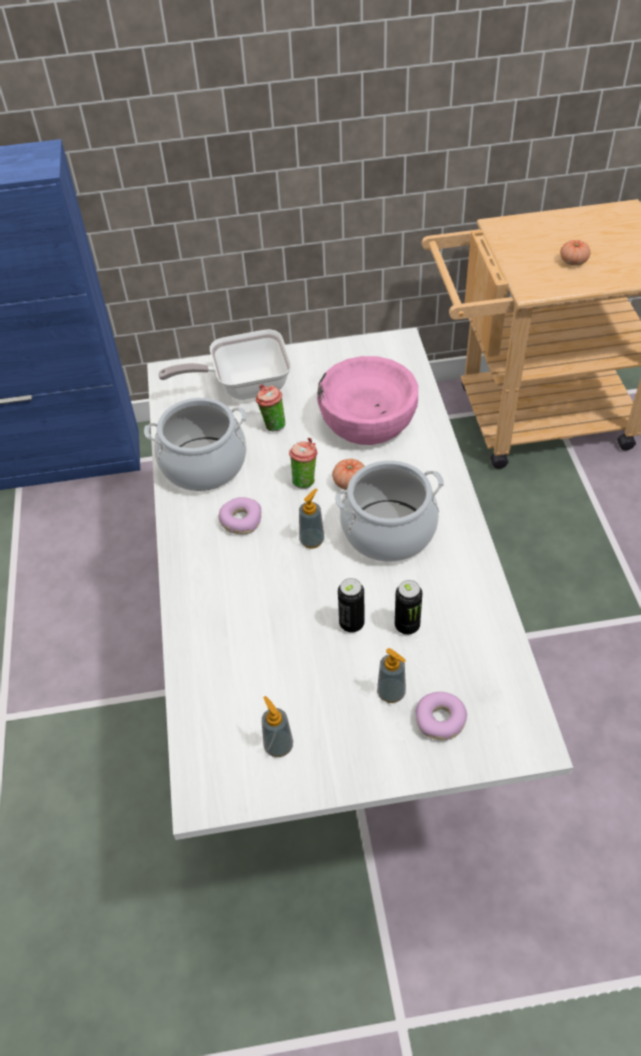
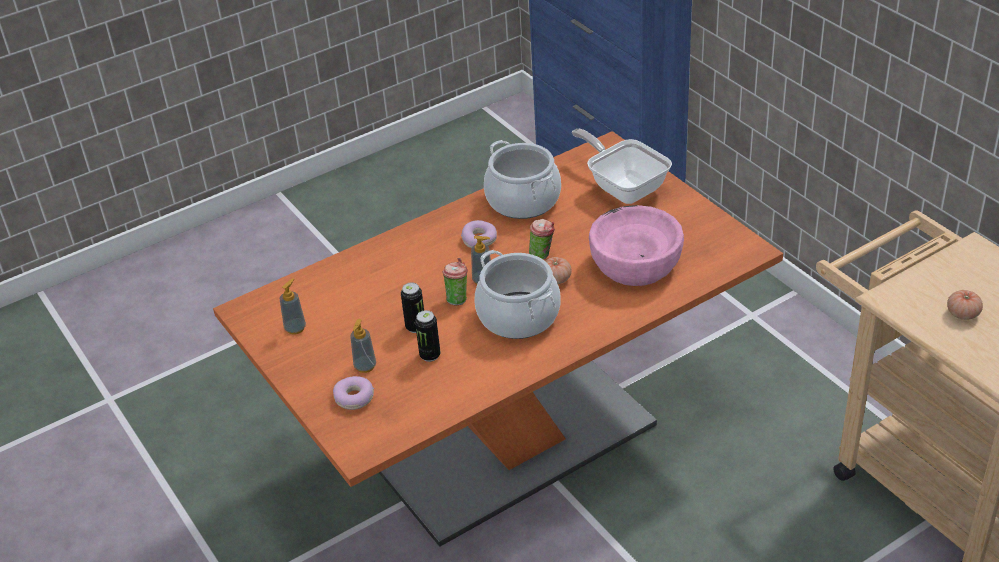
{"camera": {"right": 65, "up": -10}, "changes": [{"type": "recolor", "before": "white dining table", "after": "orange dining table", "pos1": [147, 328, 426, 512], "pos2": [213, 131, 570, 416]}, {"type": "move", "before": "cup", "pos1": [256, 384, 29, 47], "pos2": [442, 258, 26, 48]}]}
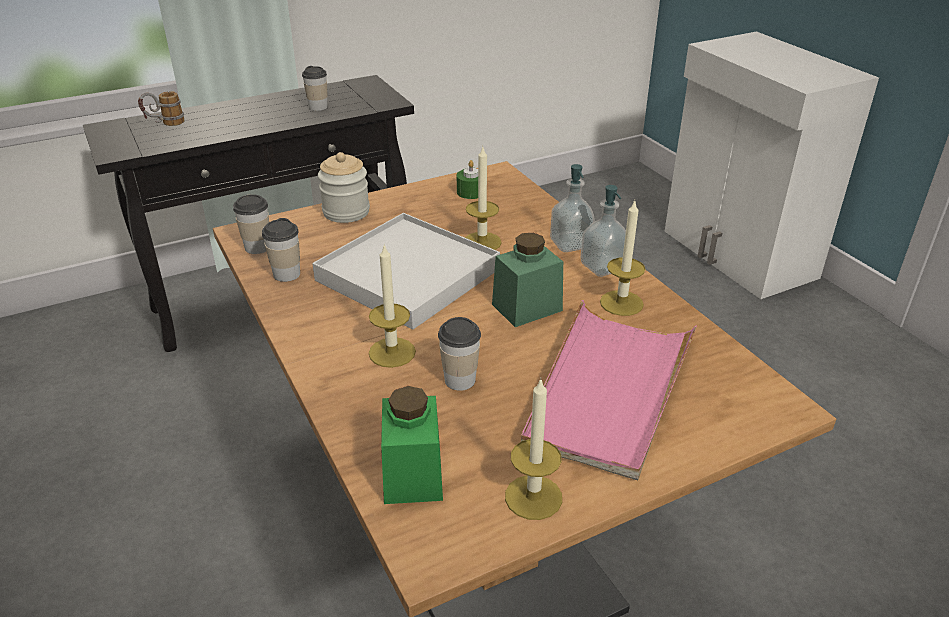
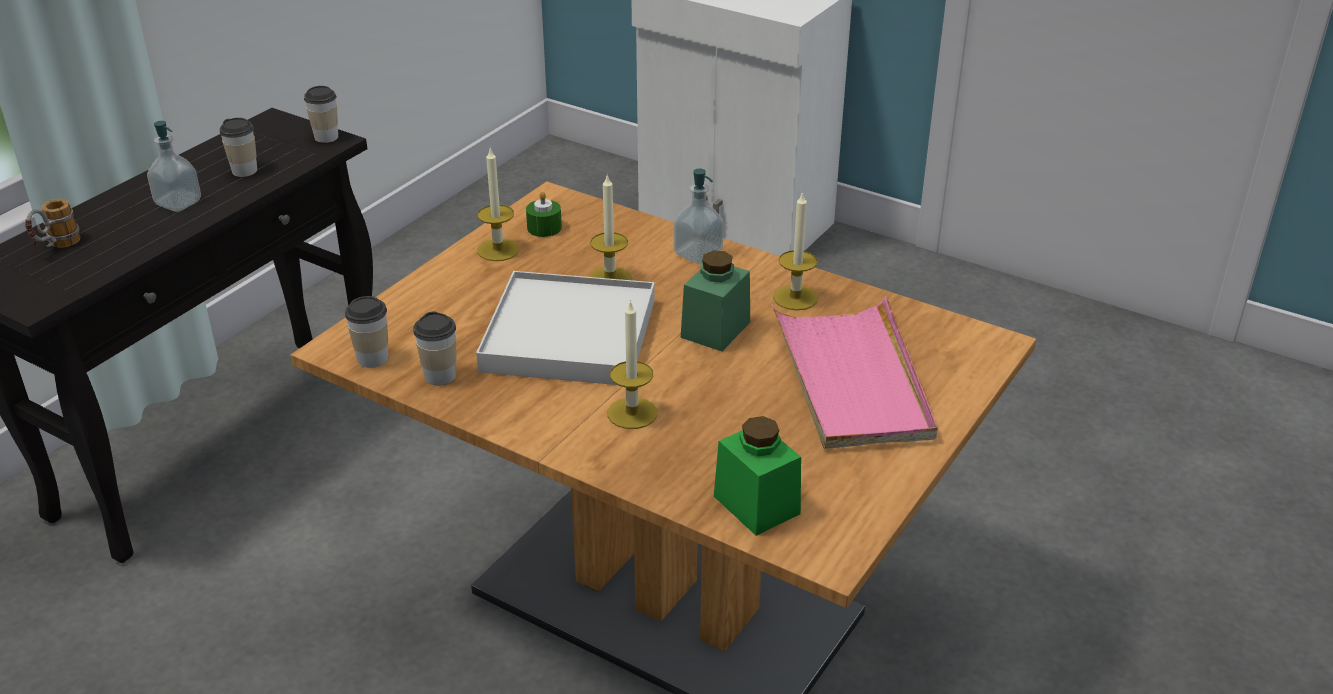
{"camera": {"right": -30, "up": 0}, "changes": [{"type": "delete", "before": "jar", "pos1": [318, 152, 52, 71]}, {"type": "move", "before": "cup", "pos1": [438, 317, 43, 74], "pos2": [304, 86, 34, 57]}, {"type": "move", "before": "candle", "pos1": [505, 377, 57, 143], "pos2": [477, 148, 43, 113]}, {"type": "move", "before": "soap dispenser", "pos1": [581, 185, 45, 92], "pos2": [147, 121, 54, 91]}]}
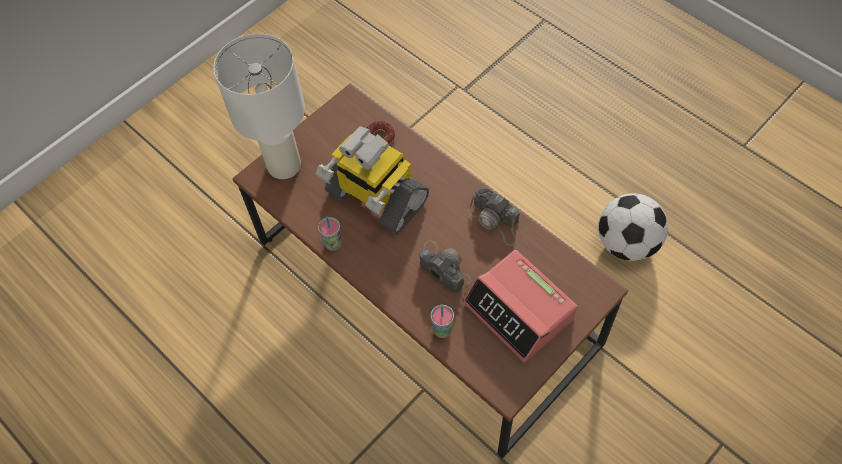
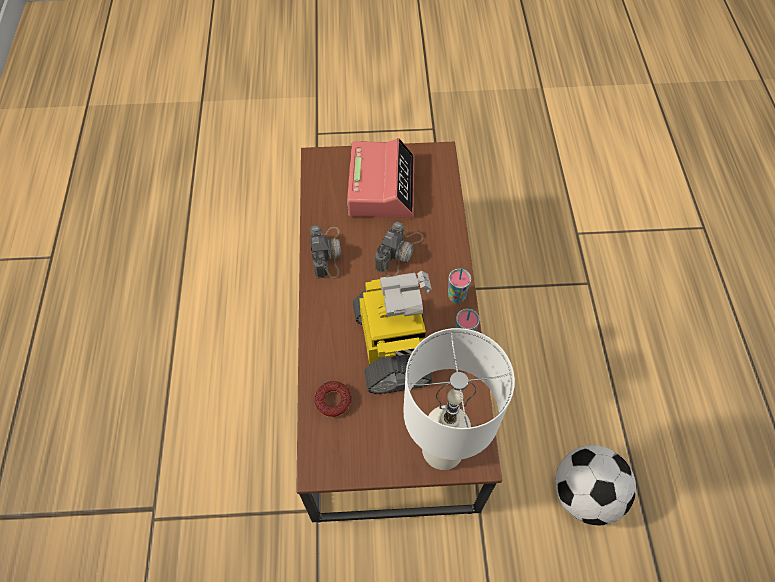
{"camera": {"right": -140, "up": 0}, "changes": [{"type": "rotate", "before": "photo camera", "pos1": [419, 240, 52, 53], "pos2": [375, 222, 49, 55], "turn": -150}, {"type": "move", "before": "cup", "pos1": [431, 305, 23, 33], "pos2": [448, 268, 23, 35]}, {"type": "move", "before": "football", "pos1": [598, 193, 70, 68], "pos2": [555, 445, 81, 81]}]}
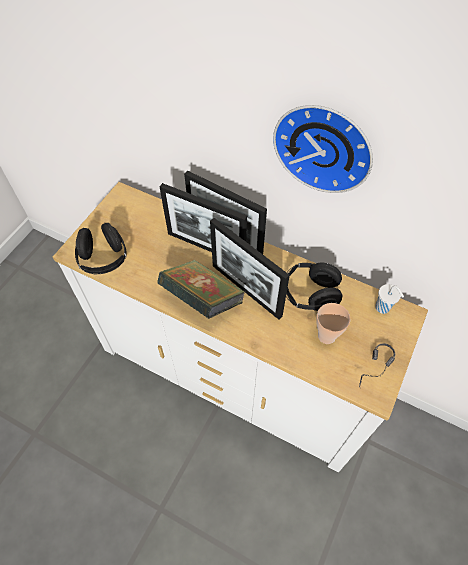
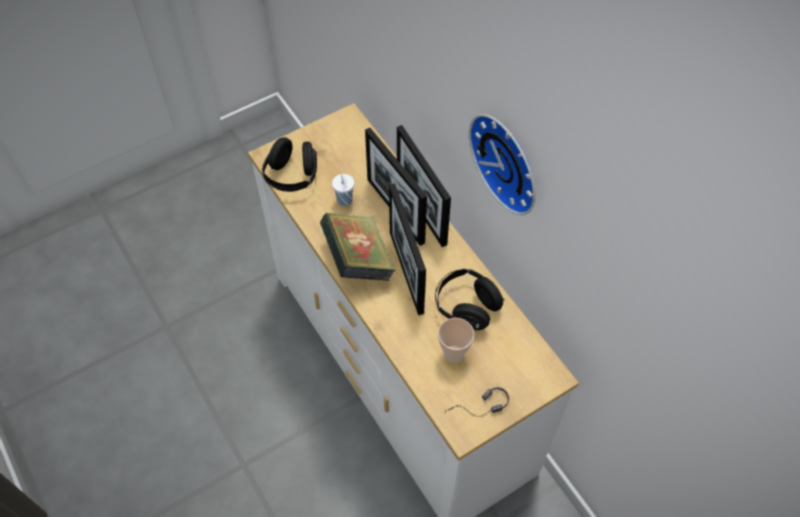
{"camera": {"right": 30, "up": 0}, "changes": [{"type": "move", "before": "white cup", "pos1": [375, 284, 29, 30], "pos2": [332, 174, 22, 32]}]}
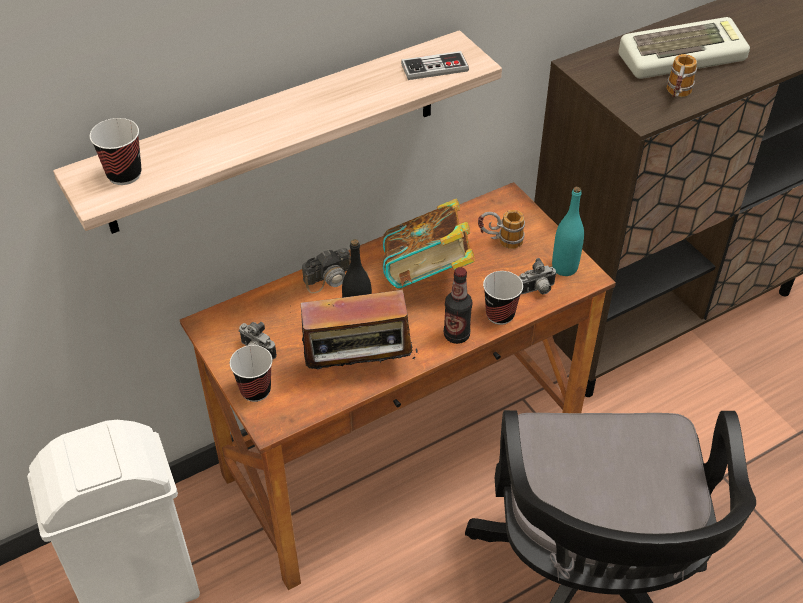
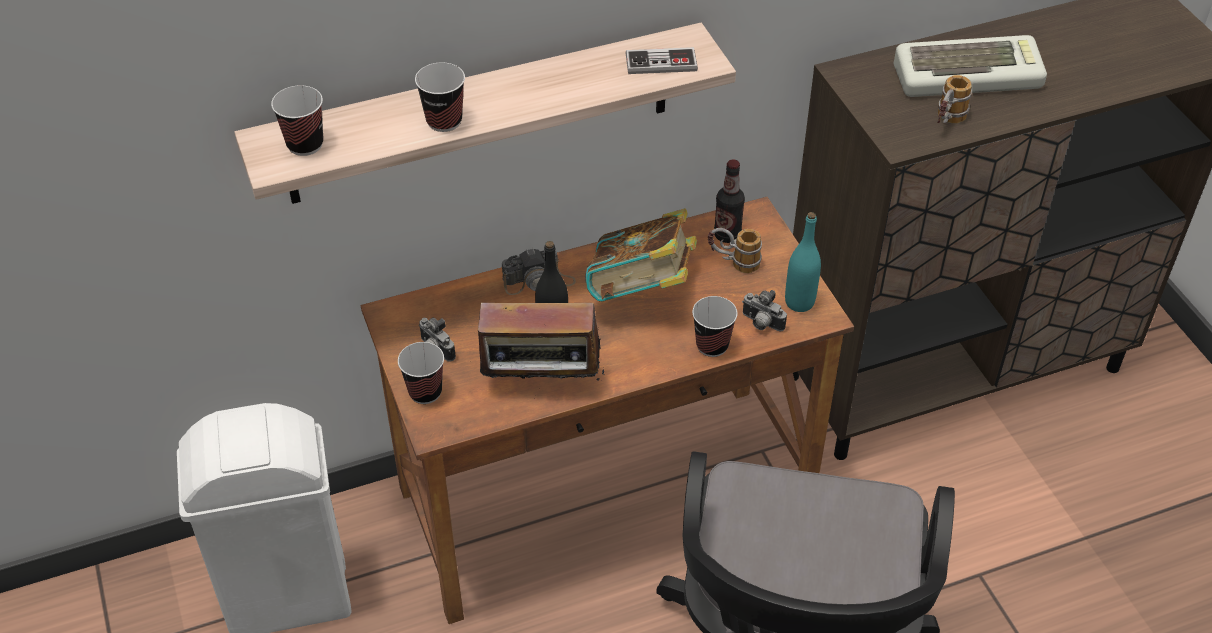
{"camera": {"right": 10, "up": 0}, "changes": [{"type": "move", "before": "bottle", "pos1": [444, 267, 28, 77], "pos2": [714, 159, 31, 84]}, {"type": "rotate", "before": "photo camera", "pos1": [518, 258, 39, 36], "pos2": [742, 290, 45, 41], "turn": 45}, {"type": "insert", "after": "cup", "pos2": [415, 63, 50, 69]}]}
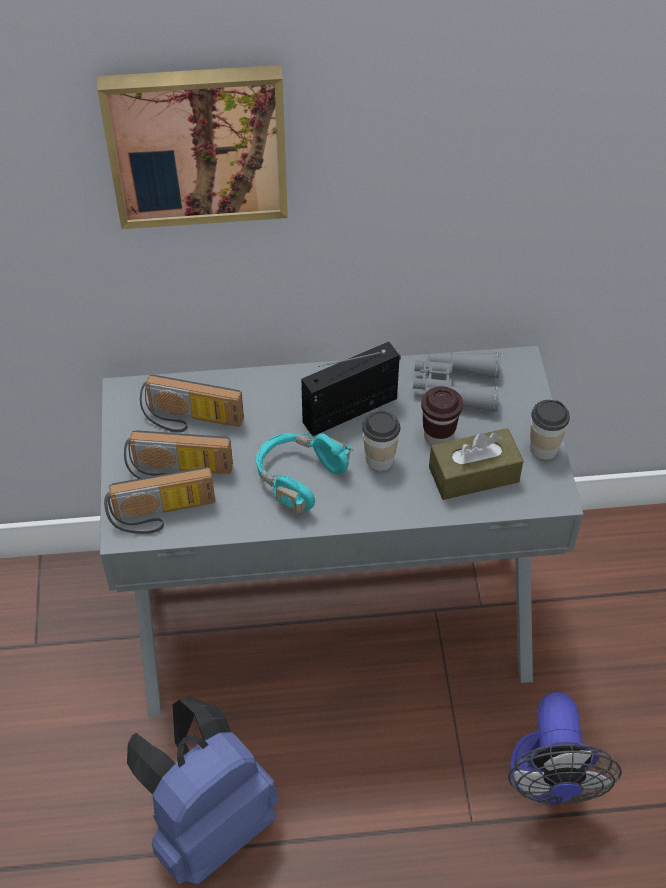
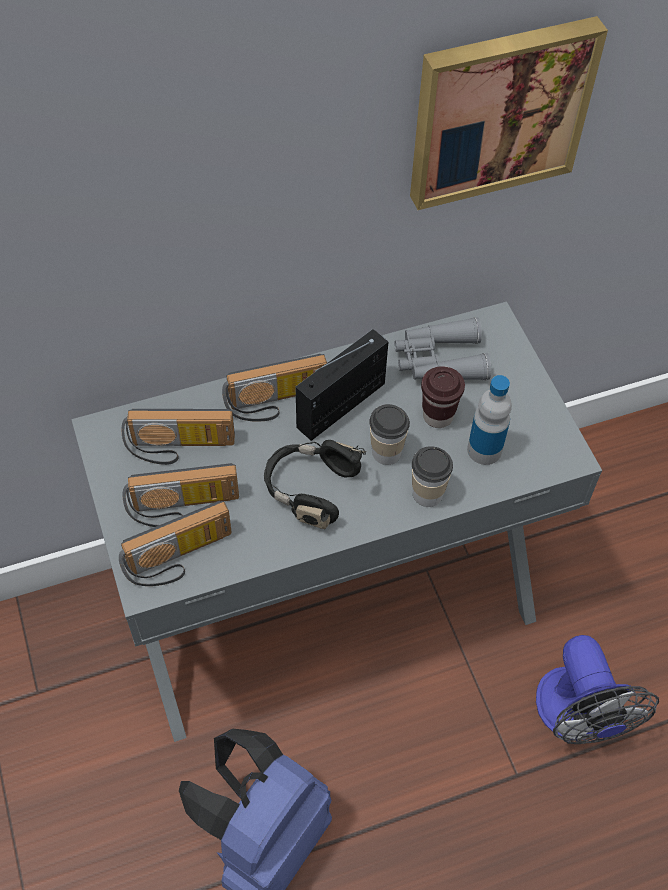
{"camera": {"right": -15, "up": 5}, "changes": [{"type": "move", "before": "picture", "pos1": [97, 65, 191, 164], "pos2": [410, 16, 198, 194]}, {"type": "recolor", "before": "turquoise headphones", "after": "black headphones", "pos1": [256, 433, 97, 81], "pos2": [264, 440, 102, 89]}, {"type": "replace", "before": "brown tissue box", "after": "bottle", "pos1": [429, 428, 94, 72], "pos2": [467, 375, 45, 90]}, {"type": "move", "before": "cup", "pos1": [530, 400, 40, 60], "pos2": [412, 446, 41, 61]}, {"type": "insert", "after": "radio", "pos2": [222, 354, 105, 68]}]}
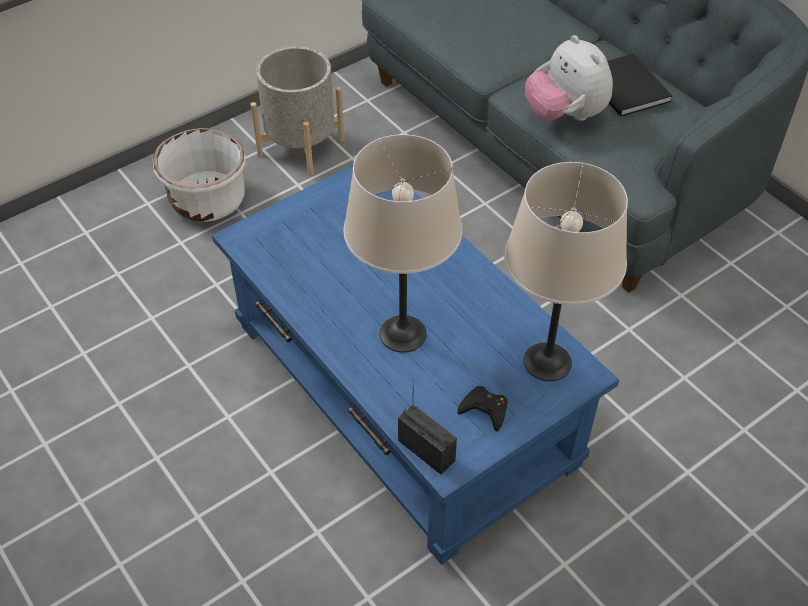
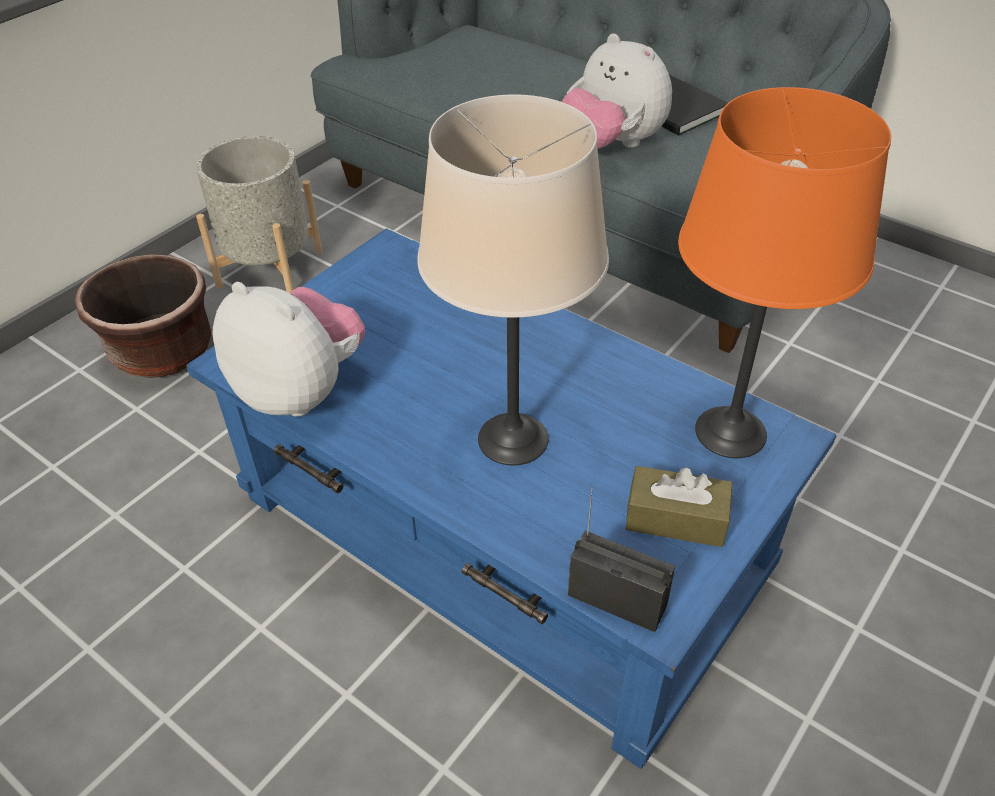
{"camera": {"right": -15, "up": -5}, "changes": [{"type": "recolor", "before": "white planter", "after": "brown planter", "pos1": [153, 128, 93, 94], "pos2": [75, 254, 136, 124]}, {"type": "replace", "before": "black game controller", "after": "brown tissue box", "pos1": [457, 386, 50, 45], "pos2": [626, 466, 107, 81]}, {"type": "recolor", "before": "beige table lamp", "after": "orange table lamp", "pos1": [504, 162, 124, 219], "pos2": [678, 87, 213, 371]}, {"type": "insert", "after": "plush toy", "pos2": [213, 282, 152, 135]}]}
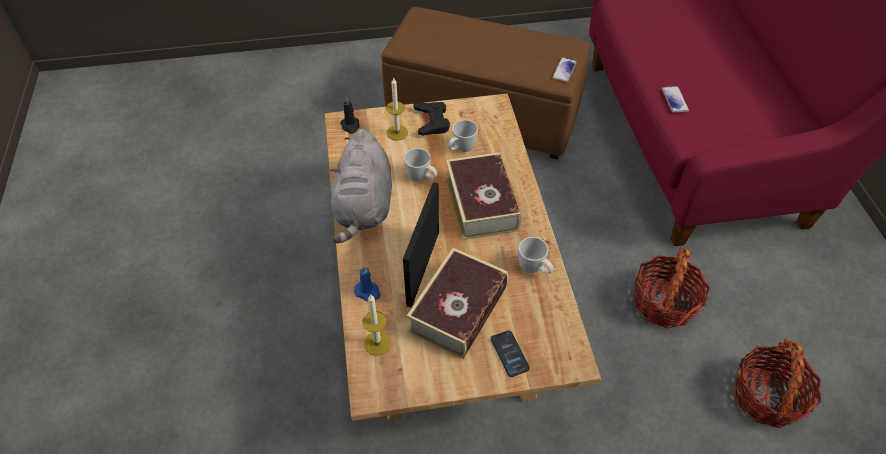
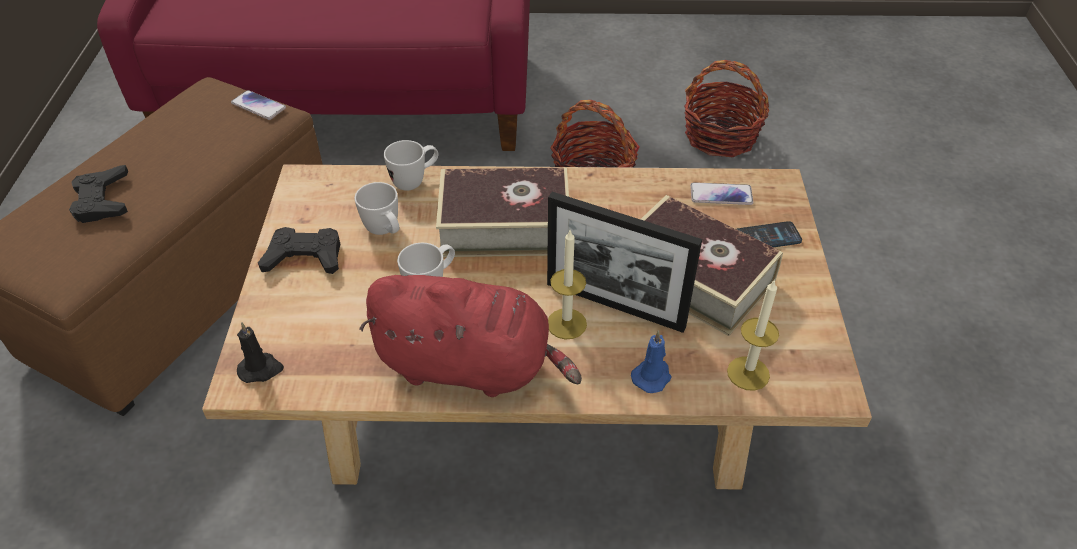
{"camera": {"right": -80, "up": -5}, "changes": [{"type": "recolor", "before": "grey plush toy", "after": "red plush toy", "pos1": [330, 129, 62, 114], "pos2": [359, 275, 223, 122]}, {"type": "move", "before": "candle", "pos1": [386, 77, 22, 64], "pos2": [548, 230, 39, 109]}, {"type": "move", "before": "white mug", "pos1": [518, 237, 36, 37], "pos2": [384, 140, 54, 51]}, {"type": "move", "before": "phone", "pos1": [662, 86, 27, 27], "pos2": [690, 182, 63, 23]}, {"type": "insert", "after": "black game controller", "pos2": [69, 165, 59, 58]}]}
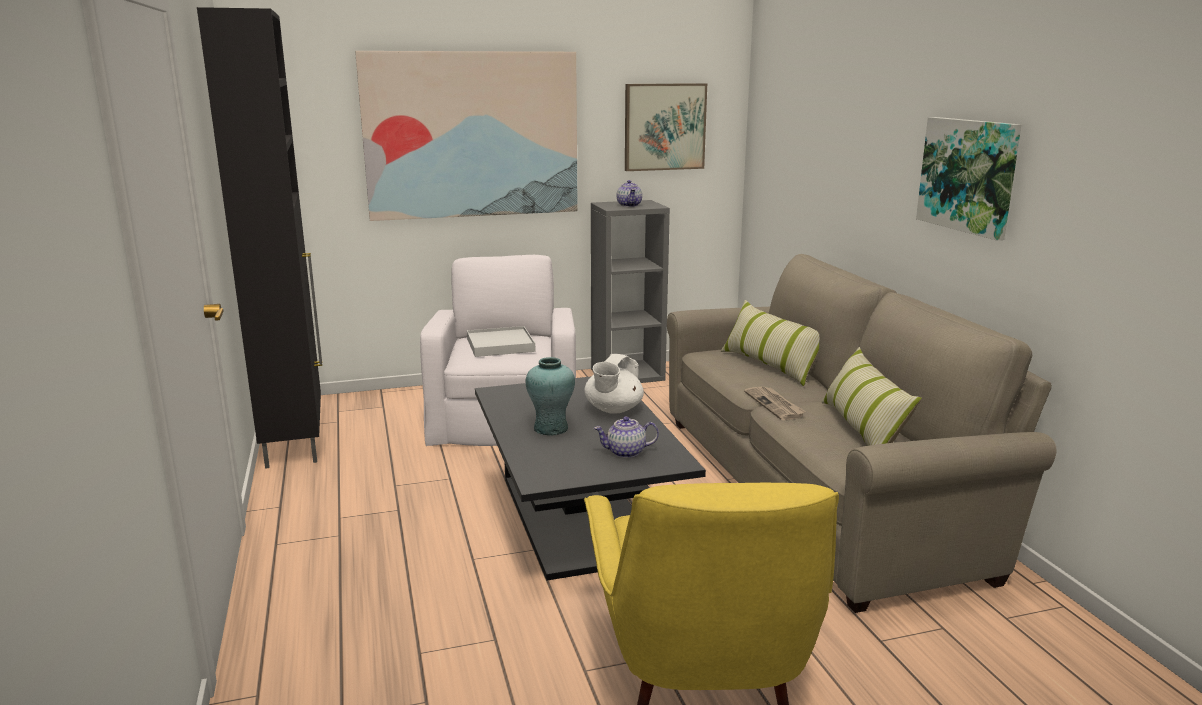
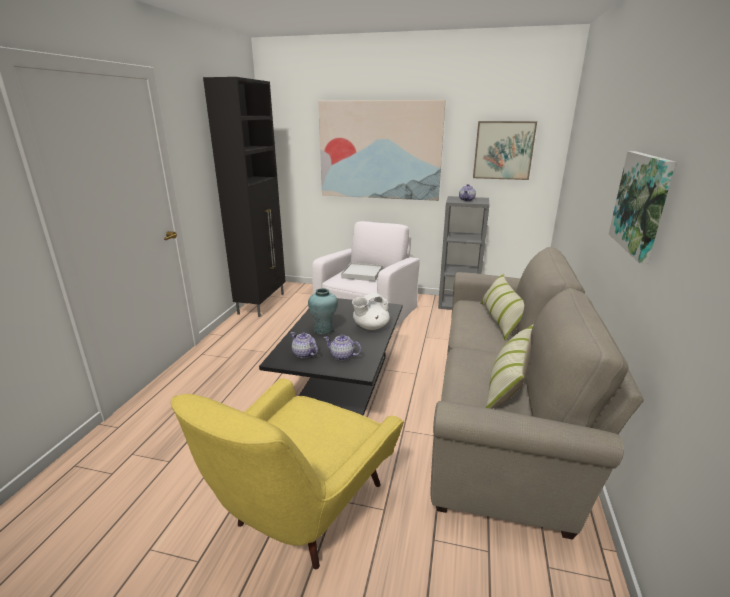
{"camera": {"right": 30, "up": 5}, "changes": [{"type": "delete", "before": "newspaper", "pos1": [744, 386, 62, 35]}, {"type": "insert", "after": "teapot", "pos2": [291, 332, 27, 26]}]}
